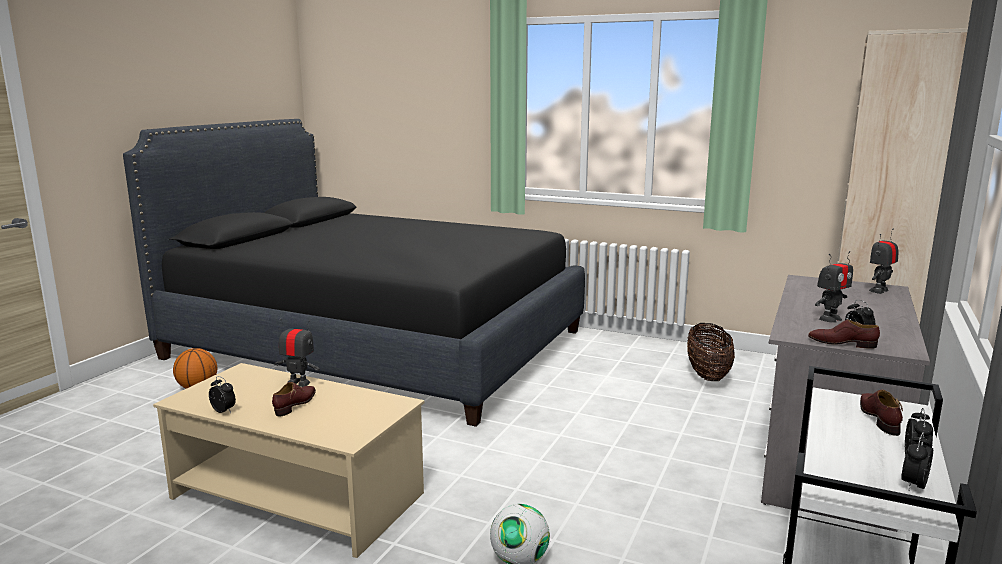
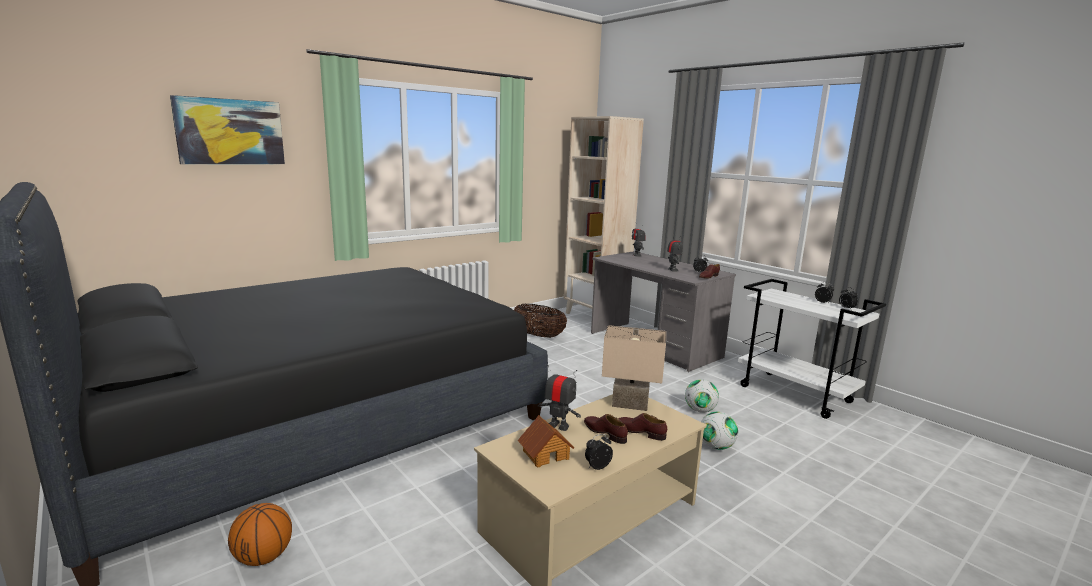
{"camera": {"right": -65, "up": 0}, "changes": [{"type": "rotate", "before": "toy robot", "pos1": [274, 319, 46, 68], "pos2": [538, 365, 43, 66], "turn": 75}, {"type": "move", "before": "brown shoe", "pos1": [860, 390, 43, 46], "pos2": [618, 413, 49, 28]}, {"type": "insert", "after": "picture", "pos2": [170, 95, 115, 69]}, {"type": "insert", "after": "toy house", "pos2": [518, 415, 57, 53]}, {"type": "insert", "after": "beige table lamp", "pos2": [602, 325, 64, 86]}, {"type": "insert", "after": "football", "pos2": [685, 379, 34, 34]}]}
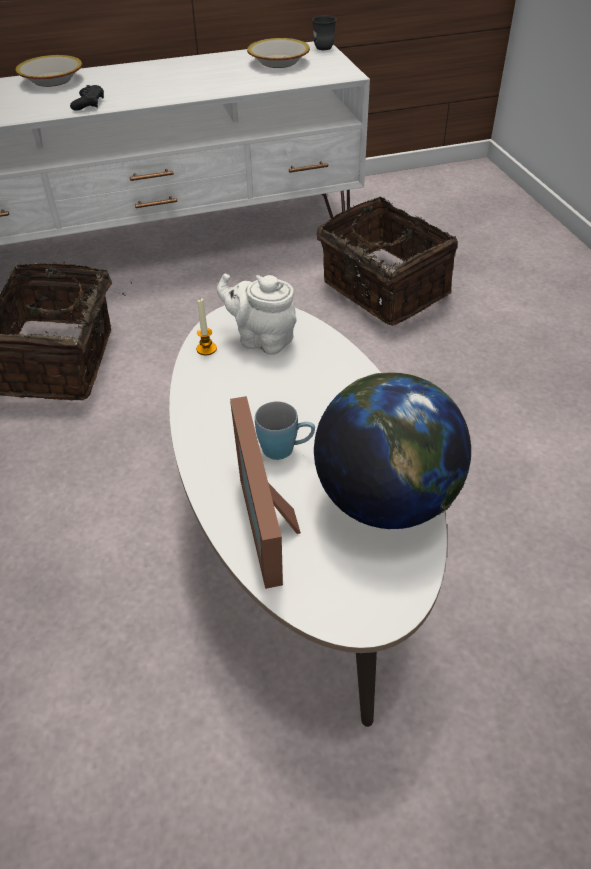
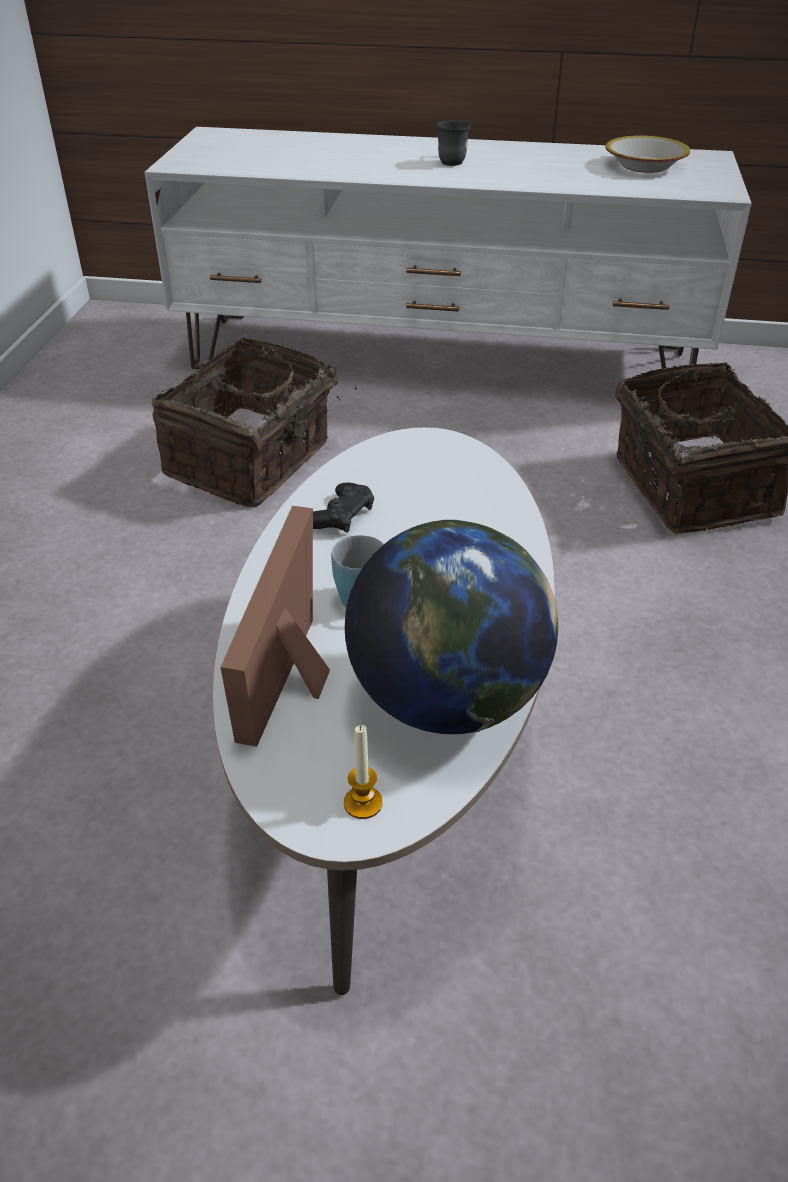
{"camera": {"right": 25, "up": -5}, "changes": [{"type": "delete", "before": "bowl", "pos1": [16, 55, 66, 32]}, {"type": "move", "before": "black game controller", "pos1": [70, 85, 34, 26], "pos2": [313, 483, 61, 50]}, {"type": "move", "before": "candle", "pos1": [196, 298, 21, 58], "pos2": [344, 725, 39, 94]}, {"type": "delete", "before": "white teapot", "pos1": [217, 273, 80, 82]}, {"type": "move", "before": "grey mug", "pos1": [312, 15, 25, 35], "pos2": [436, 120, 34, 46]}]}
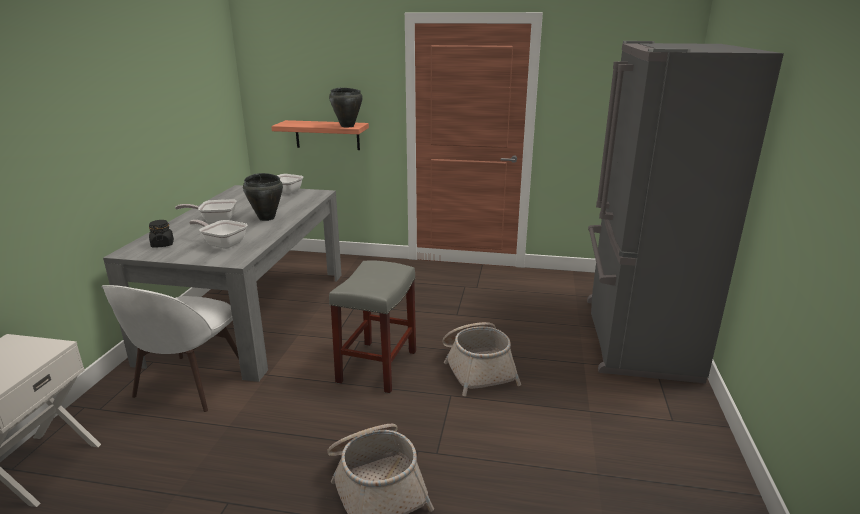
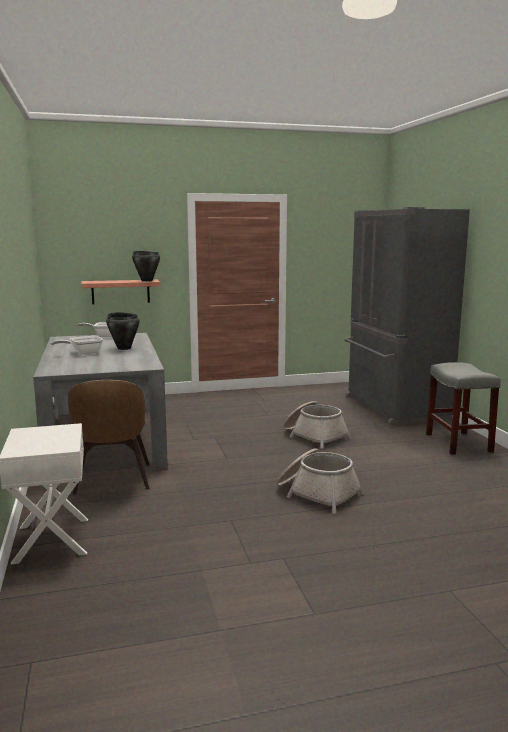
{"camera": {"right": -25, "up": -10}, "changes": [{"type": "recolor", "before": "white chair", "after": "brown chair", "pos1": [102, 285, 137, 127], "pos2": [68, 380, 82, 115]}, {"type": "delete", "before": "black jar", "pos1": [149, 220, 25, 28]}, {"type": "delete", "before": "frying pan", "pos1": [189, 220, 58, 29]}, {"type": "move", "before": "grey stool", "pos1": [329, 261, 87, 133], "pos2": [426, 362, 75, 93]}]}
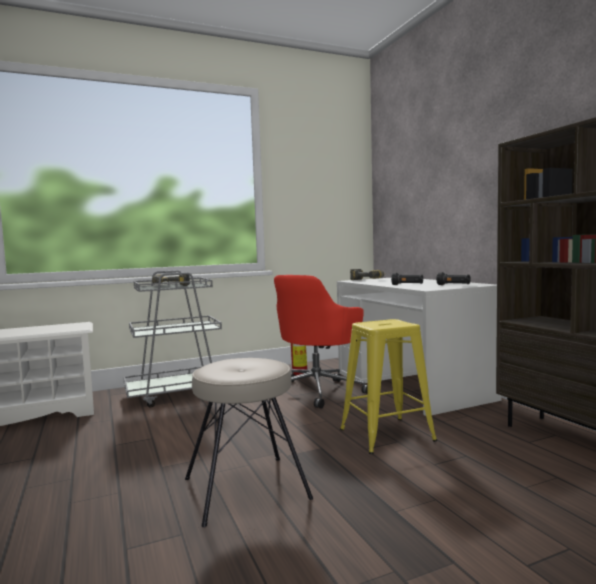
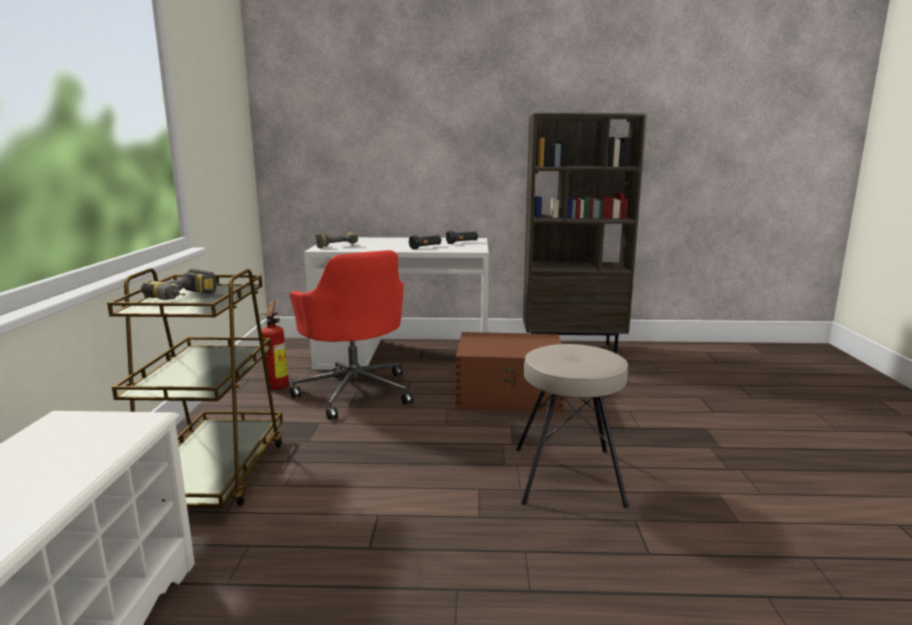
{"camera": {"right": -65, "up": 10}, "changes": [{"type": "recolor", "before": "grey cart", "after": "brown cart", "pos1": [123, 270, 99, 137], "pos2": [107, 268, 176, 240]}, {"type": "replace", "before": "yellow stool", "after": "brown storage box", "pos1": [340, 319, 97, 135], "pos2": [456, 332, 107, 81]}]}
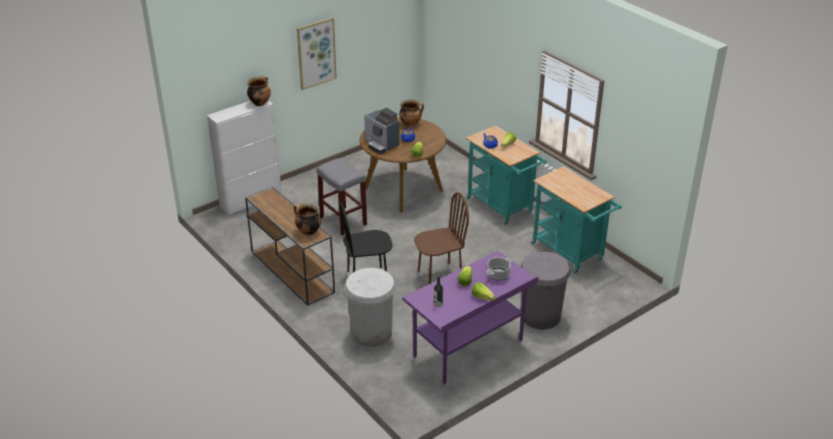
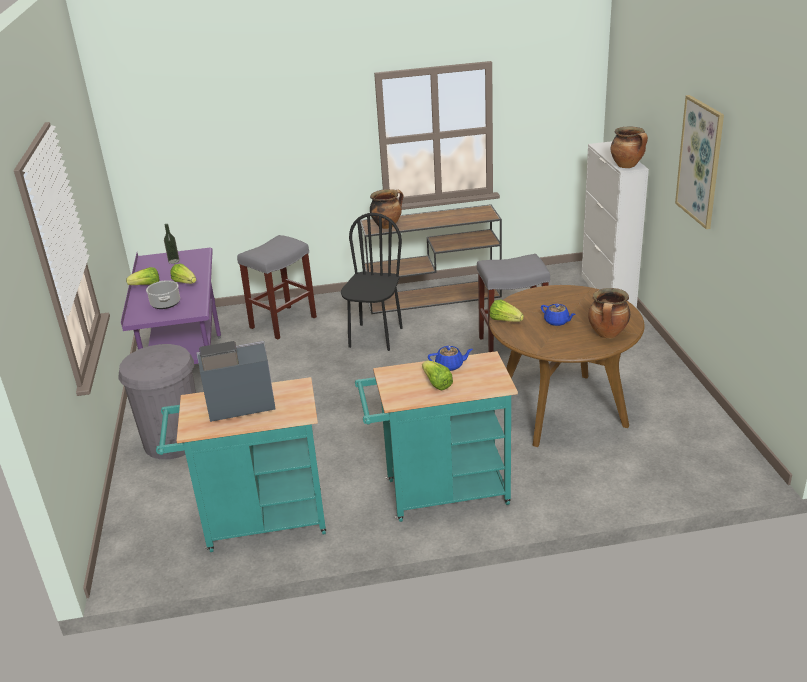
{"camera": {"right": 120, "up": -5}, "changes": [{"type": "replace", "before": "white trash can", "after": "grey stool", "pos1": [344, 268, 52, 79], "pos2": [237, 235, 80, 105]}, {"type": "move", "before": "coffee machine", "pos1": [364, 108, 35, 46], "pos2": [197, 341, 79, 81]}, {"type": "delete", "before": "brown chair", "pos1": [414, 192, 55, 92]}]}
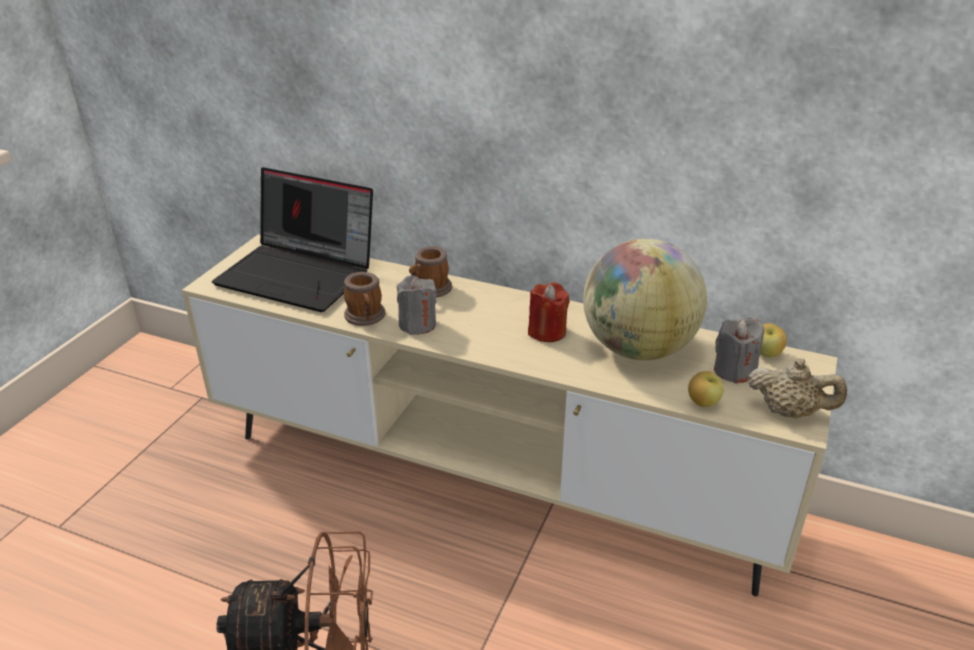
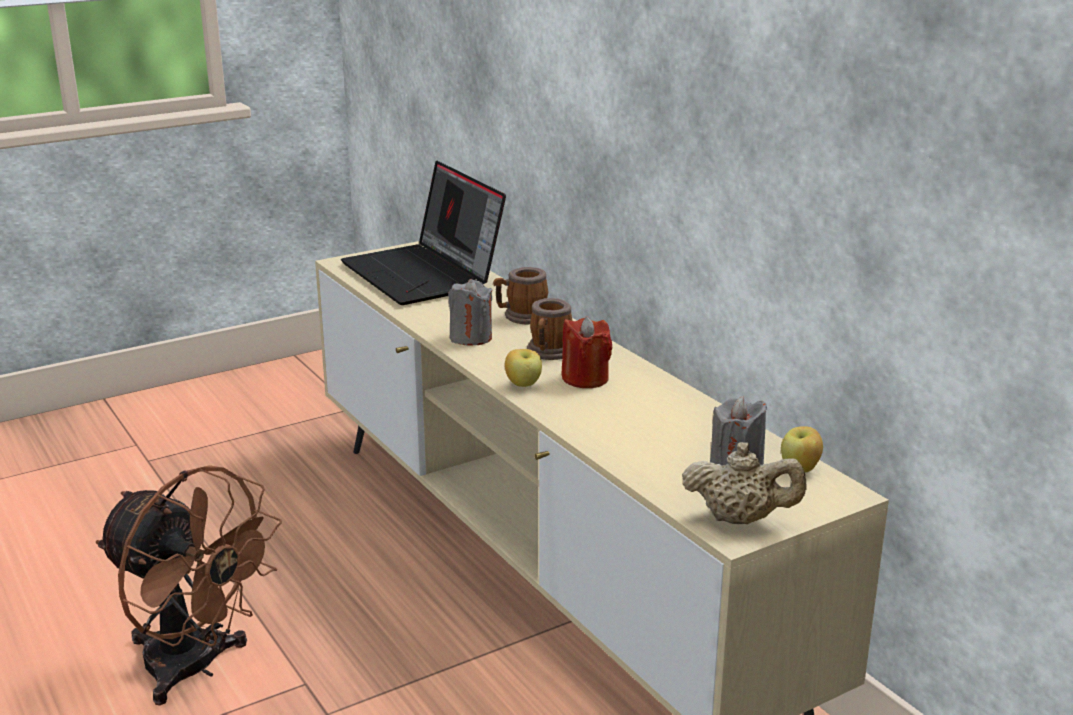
{"camera": {"right": 35, "up": -10}, "changes": [{"type": "move", "before": "mug", "pos1": [344, 272, 41, 54], "pos2": [527, 298, 45, 62]}, {"type": "delete", "before": "globe", "pos1": [583, 239, 124, 121]}, {"type": "move", "before": "apple", "pos1": [688, 371, 36, 36], "pos2": [505, 349, 37, 38]}, {"type": "rotate", "before": "beige teapot", "pos1": [748, 358, 99, 60], "pos2": [682, 442, 124, 82], "turn": -45}]}
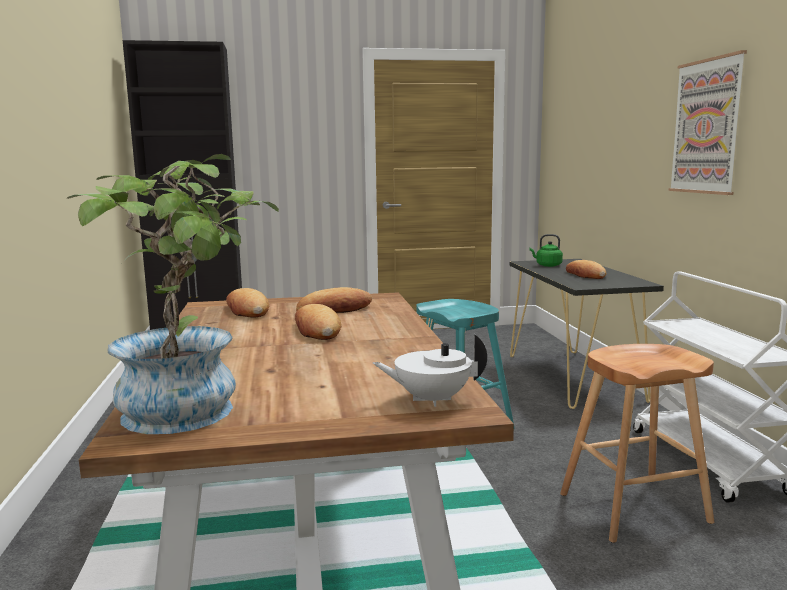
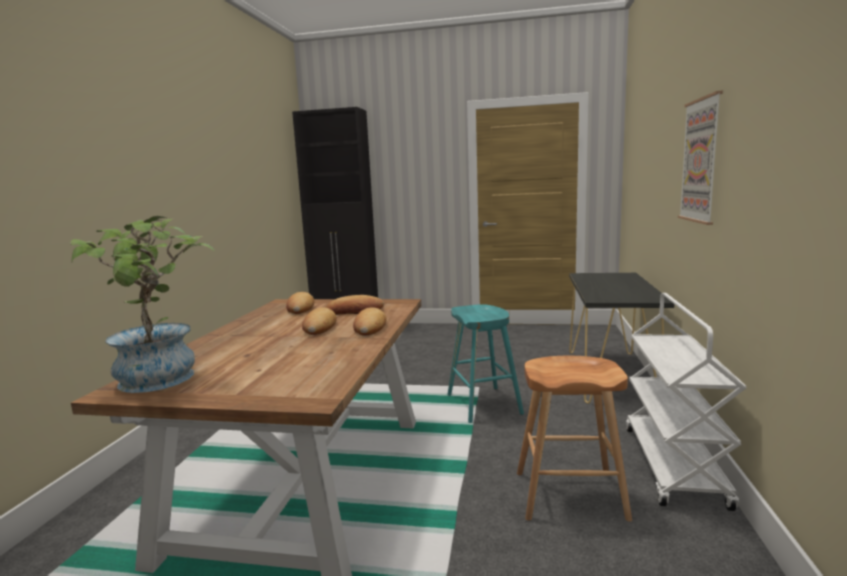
{"camera": {"right": 20, "up": 0}, "changes": [{"type": "delete", "before": "white teapot", "pos1": [373, 334, 114, 73]}, {"type": "delete", "before": "green kettle", "pos1": [530, 234, 33, 33]}, {"type": "move", "before": "bread", "pos1": [566, 260, 40, 19], "pos2": [353, 307, 34, 29]}]}
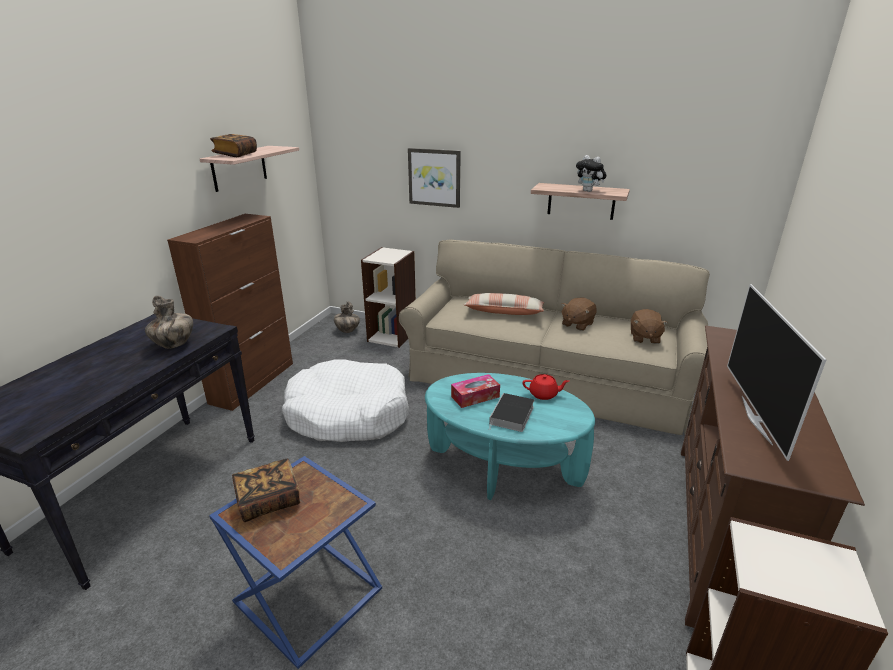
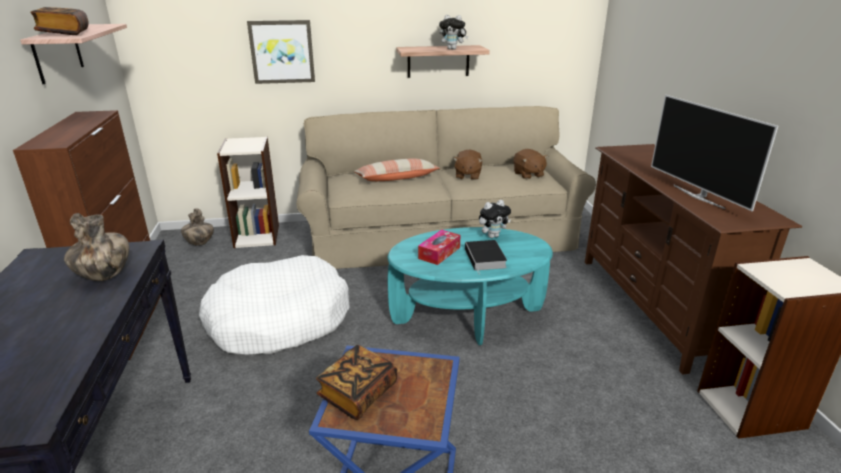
{"camera": {"right": -30, "up": 0}, "changes": [{"type": "replace", "before": "red teapot", "after": "plush toy", "pos1": [522, 374, 47, 26], "pos2": [479, 200, 32, 38]}]}
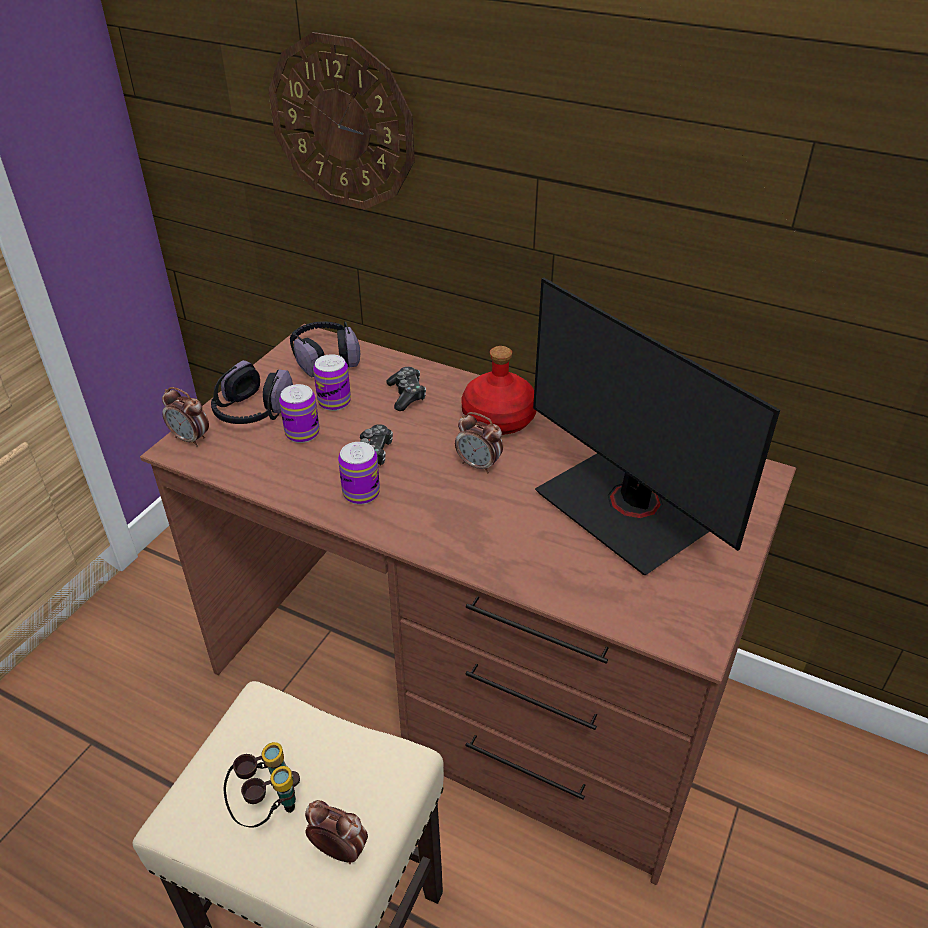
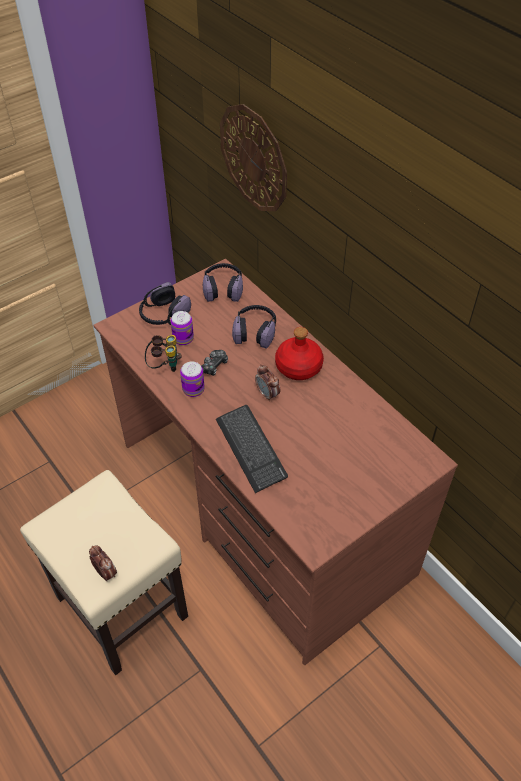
{"camera": {"right": 25, "up": 10}, "changes": [{"type": "delete", "before": "alarm clock", "pos1": [162, 387, 47, 60]}, {"type": "move", "before": "binoculars", "pos1": [223, 742, 77, 86], "pos2": [145, 335, 37, 37]}, {"type": "delete", "before": "can", "pos1": [313, 354, 38, 57]}, {"type": "replace", "before": "game controller", "after": "headphones", "pos1": [386, 367, 40, 44], "pos2": [232, 305, 44, 44]}, {"type": "delete", "before": "monitor", "pos1": [533, 278, 247, 297]}, {"type": "insert", "after": "keyboard", "pos2": [216, 405, 72, 88]}]}
